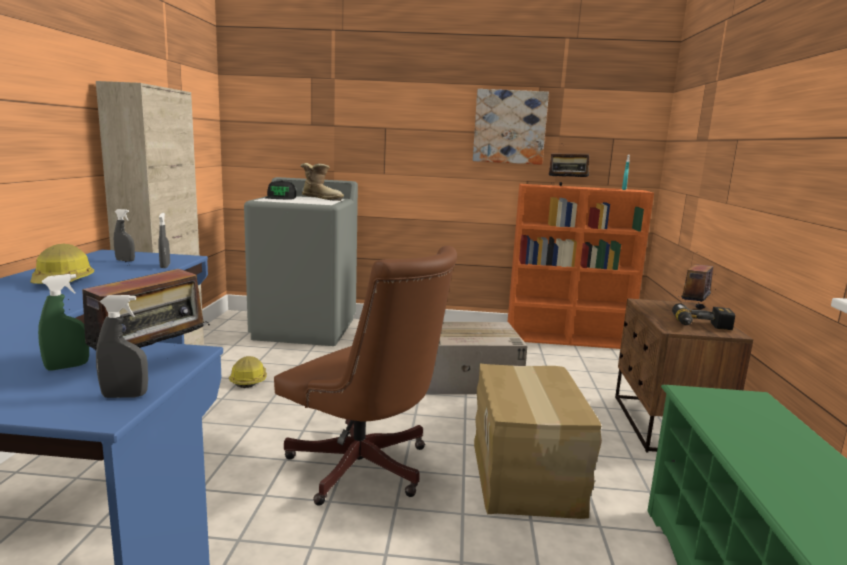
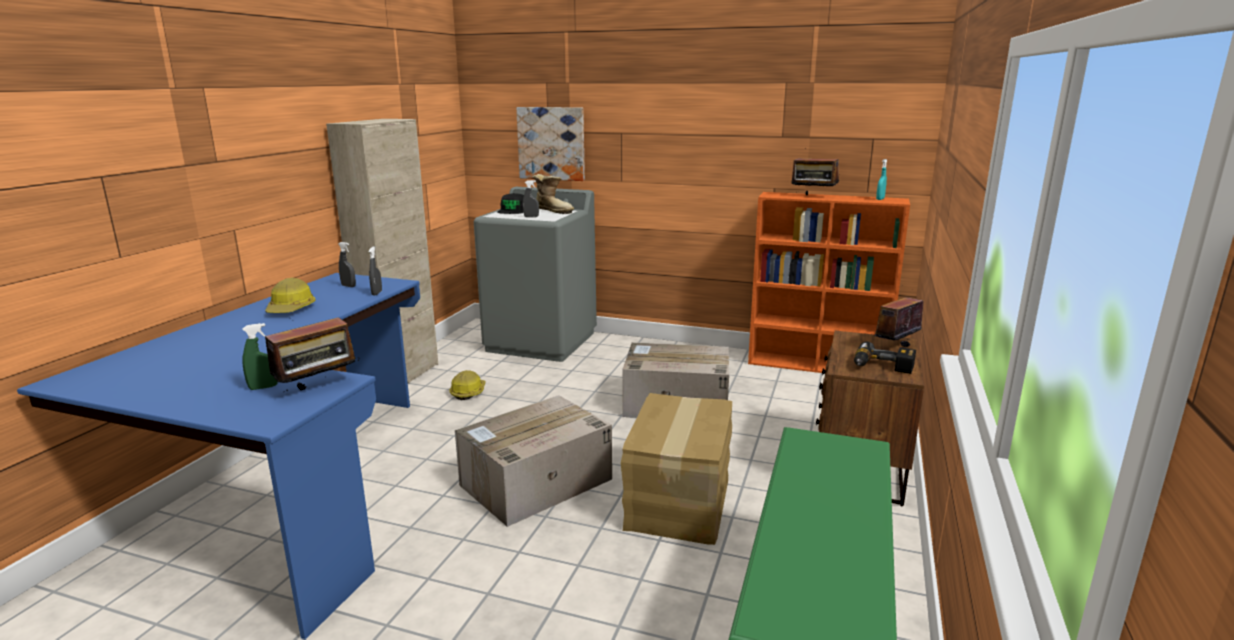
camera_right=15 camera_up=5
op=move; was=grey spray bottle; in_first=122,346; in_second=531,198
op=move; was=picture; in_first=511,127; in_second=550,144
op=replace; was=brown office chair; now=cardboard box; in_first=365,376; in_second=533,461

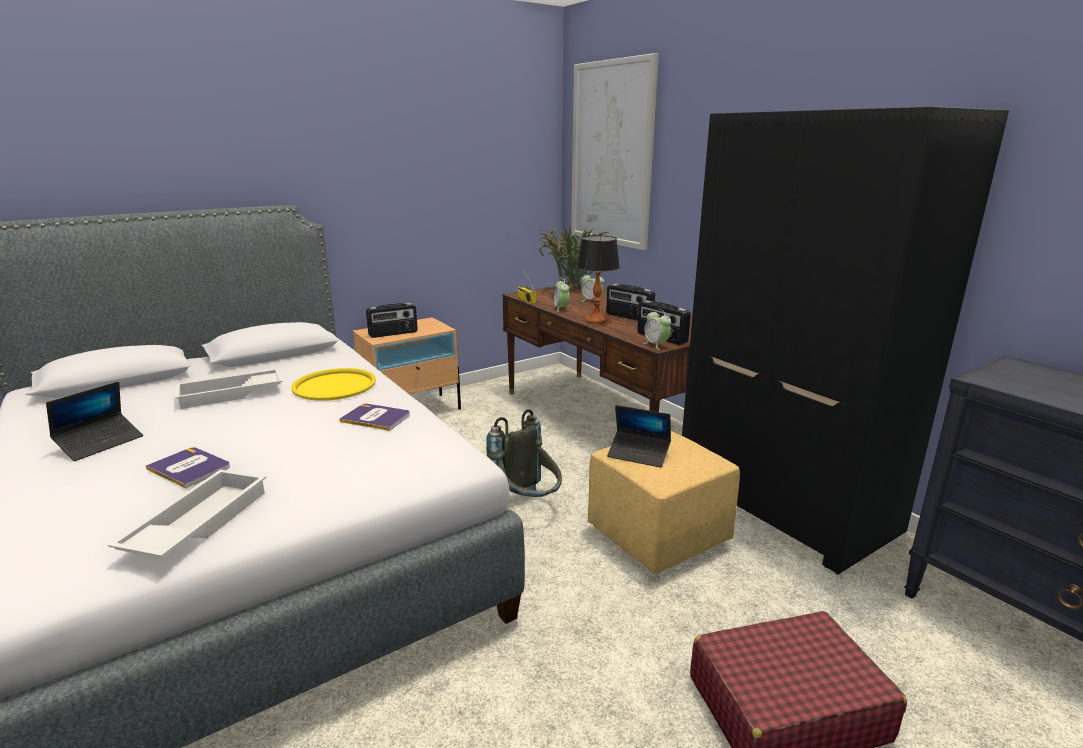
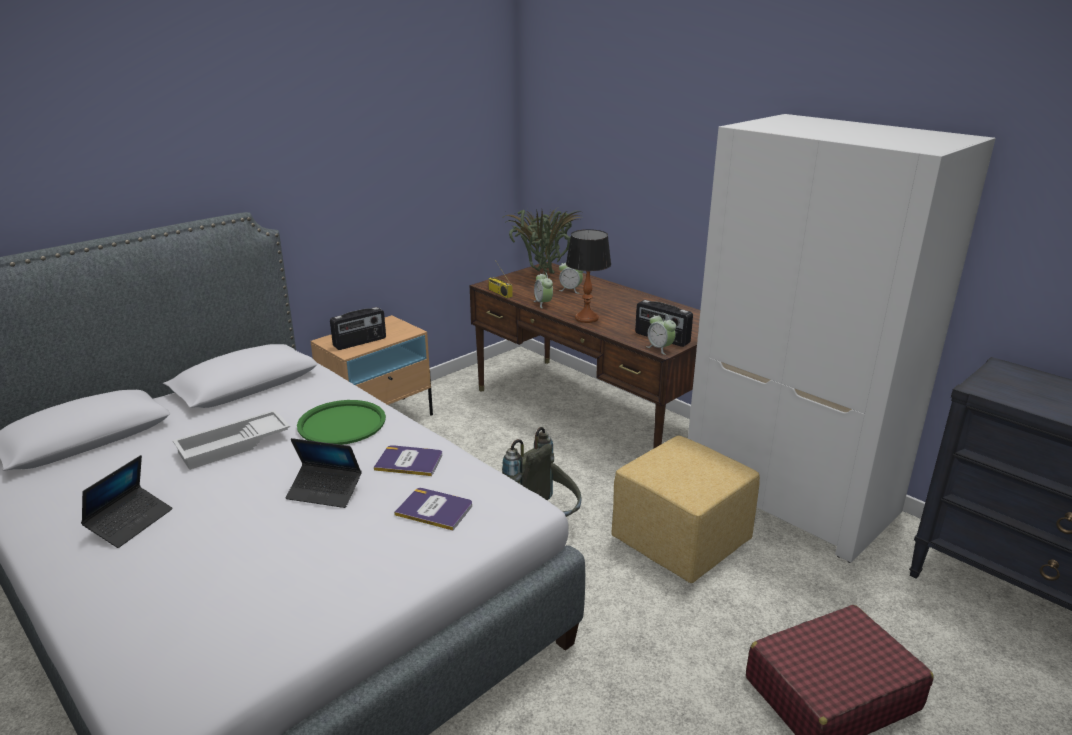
camera_right=-10 camera_up=5
op=delete; was=white tray; in_first=187,514
op=delete; was=picture; in_first=615,151
op=delete; was=radio; in_first=630,302
op=move; was=book; in_first=188,467; in_second=433,509
op=move; was=laptop; in_first=639,436; in_second=324,473
op=recolor; was=yellow tray; now=green tray; in_first=333,384; in_second=341,422
op=recolor; was=black wardrobe; now=white wardrobe; in_first=845,341; in_second=842,338

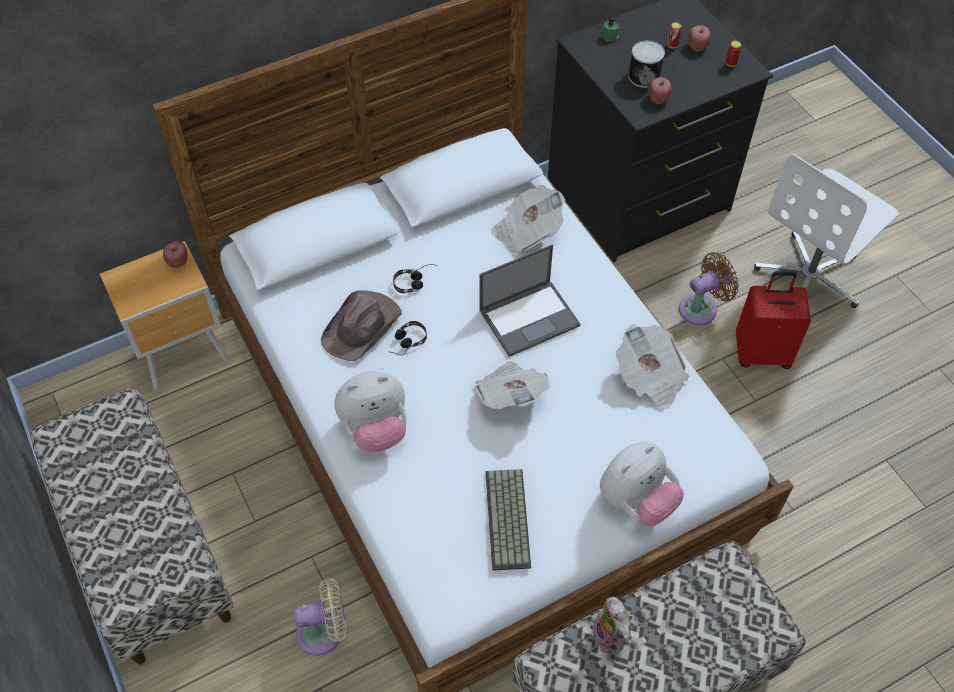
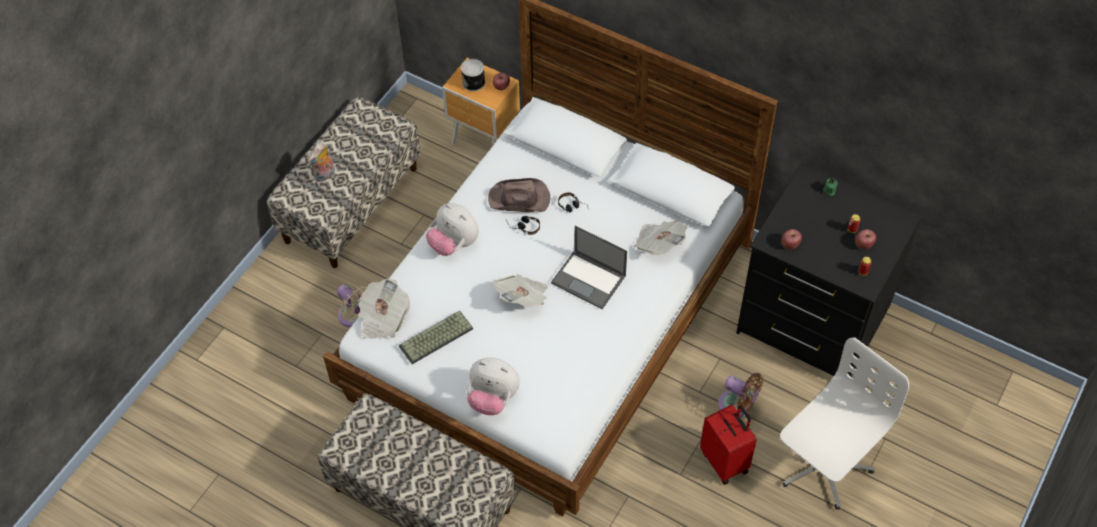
camera_right=60 camera_up=0
op=move; was=plush toy; in_first=613,626; in_second=321,162
op=move; was=newspaper; in_first=652,367; in_second=384,308
op=move; was=can; in_first=646,64; in_second=473,75
op=rotate; was=white office chair; in_first=826,231; in_second=844,424; clockwise=120

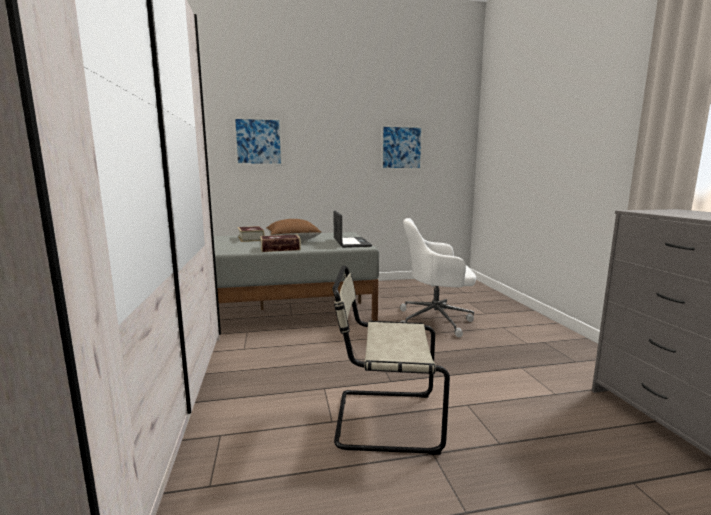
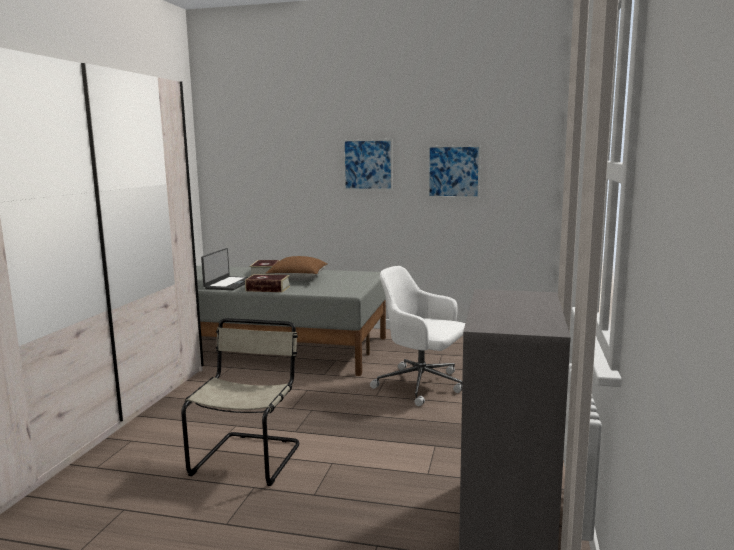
camera_right=25 camera_up=0
op=move; was=picture; in_first=258,141; in_second=368,164
op=move; was=laptop; in_first=352,229; in_second=224,269
op=rotate; was=beige chair; in_first=391,360; in_second=240,402; clockwise=75

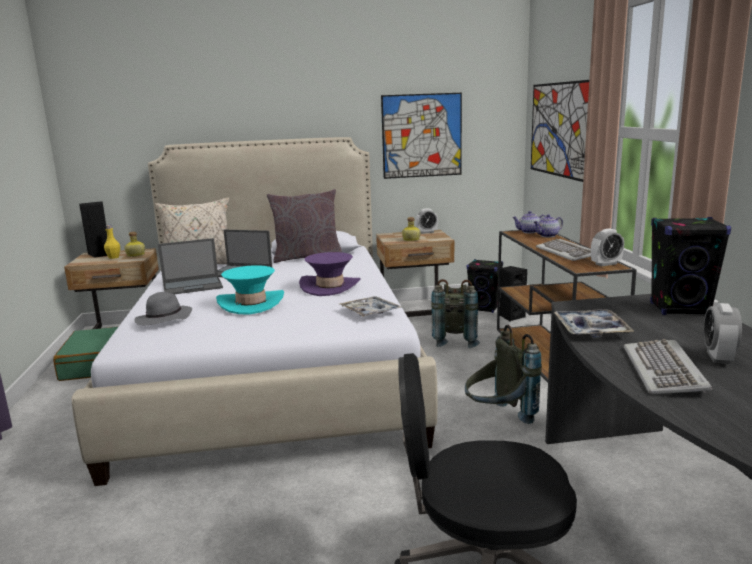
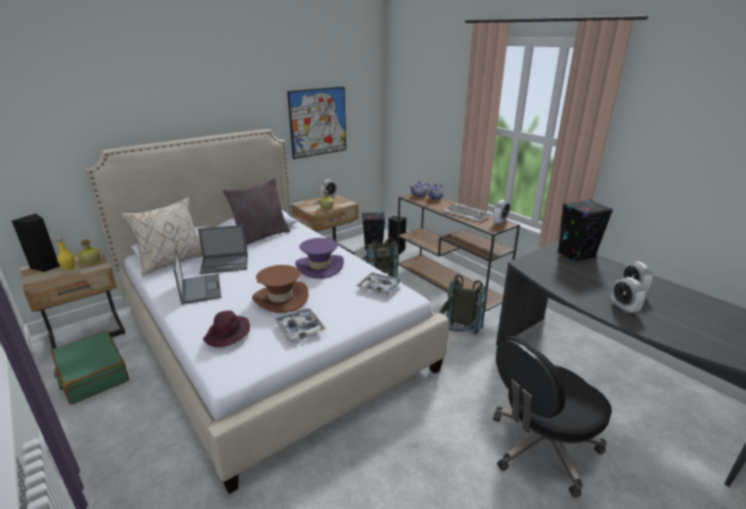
camera_right=-30 camera_up=10
op=delete; was=picture; in_first=560,131
op=move; was=tray; in_first=594,323; in_second=300,325
op=replace; was=keyboard; now=alarm clock; in_first=667,366; in_second=628,295
op=recolor; was=grey hat; now=purple hat; in_first=163,308; in_second=226,328
op=recolor; was=turquoise hat; now=brown hat; in_first=250,290; in_second=280,289
op=rotate; was=laptop; in_first=190,266; in_second=197,276; clockwise=-60

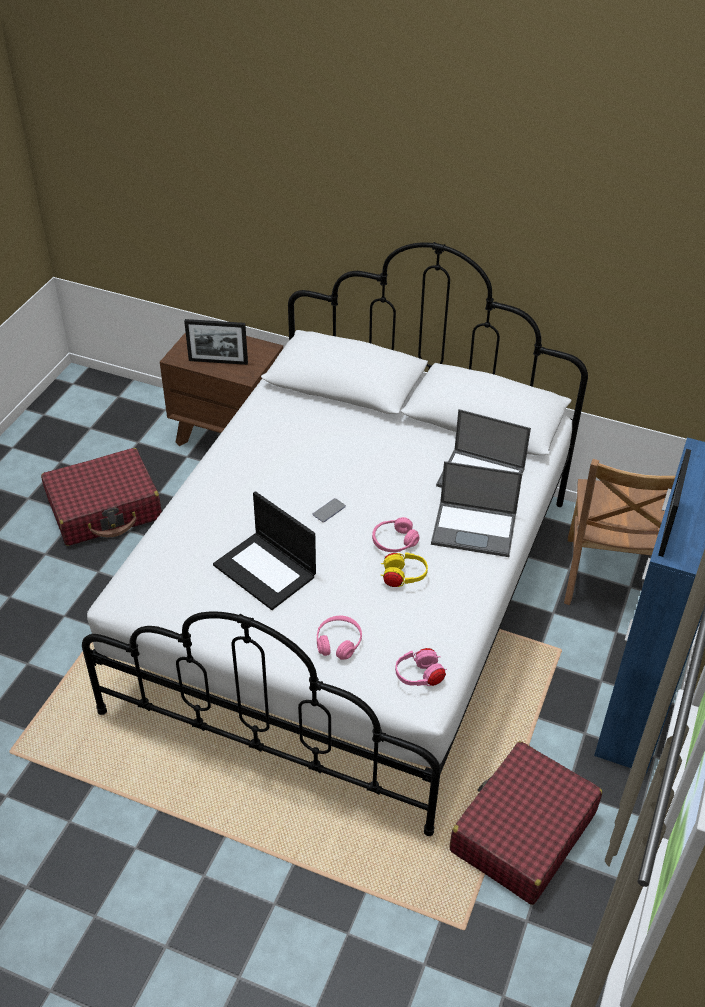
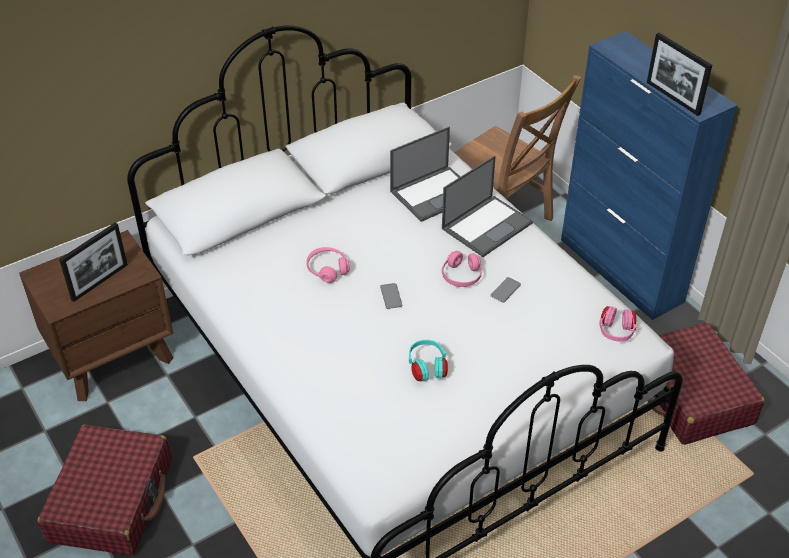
camera_right=-55 camera_up=0
op=move; was=pink headphones; in_first=339,638; in_second=328,265
op=replace; was=laptop; now=turquoise headphones; in_first=264,550; in_second=428,361
op=replace; was=yellow headphones; now=phone; in_first=404,569; in_second=506,290

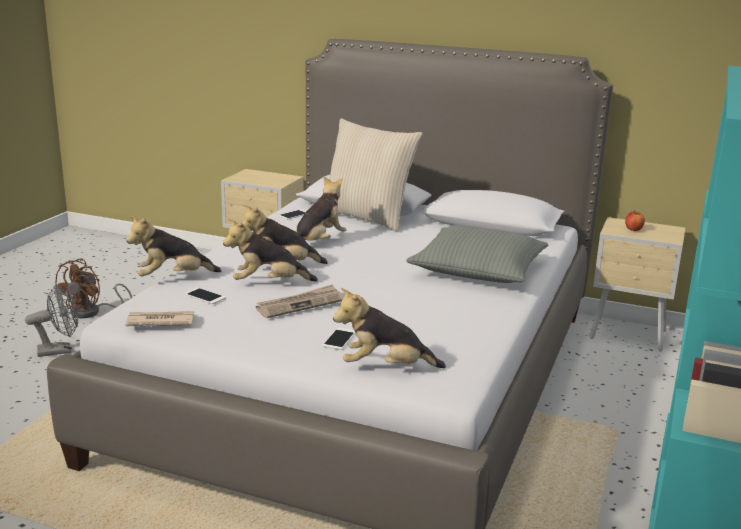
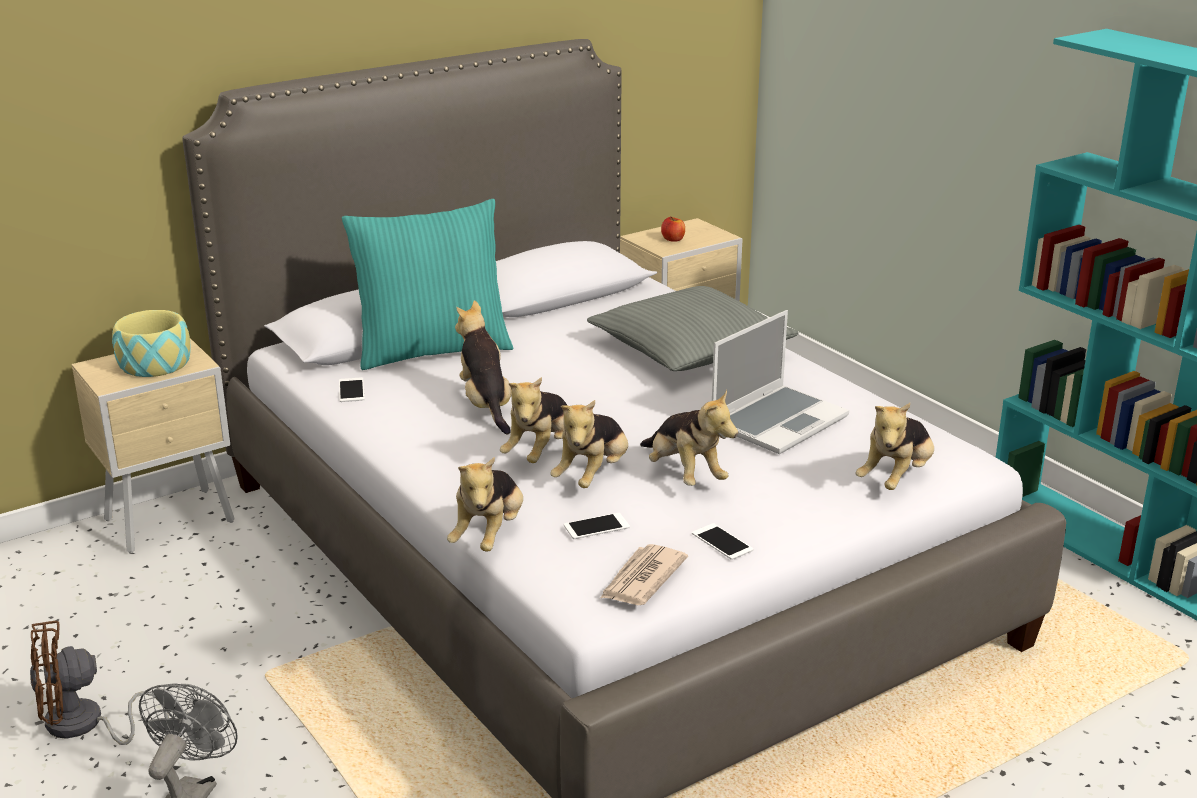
camera_right=-55 camera_up=5
op=insert; now=bowl; in_second=151,343
op=insert; now=laptop; in_second=780,382
op=move; was=phone; in_first=339,339; in_second=723,541
op=replace; was=newspaper; now=plush toy; in_first=299,301; in_second=689,438
op=recolor; was=beige pillow; now=turquoise pillow; in_first=376,175; in_second=427,284
op=rotate; was=brown fan; in_first=93,288; in_second=99,682; clockwise=105

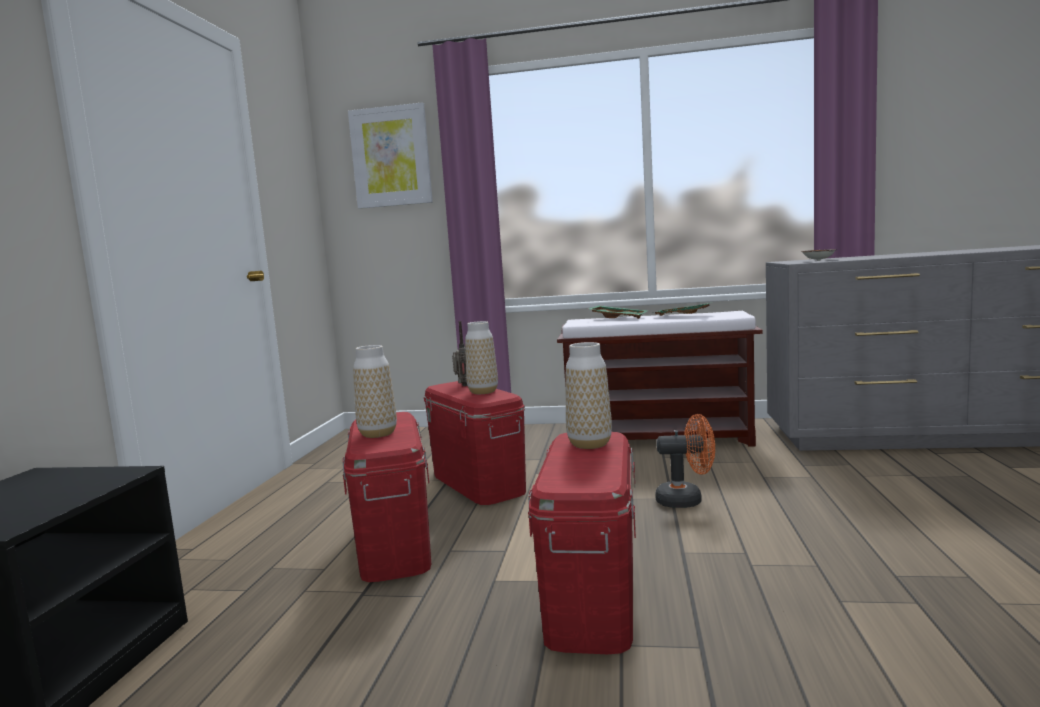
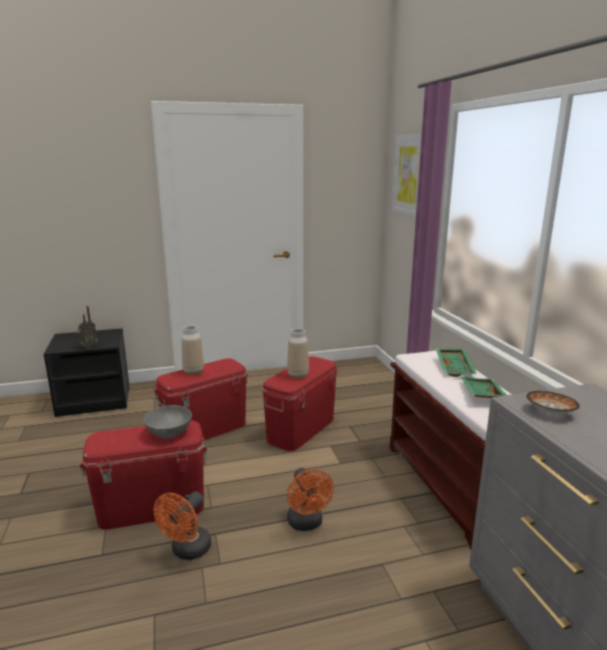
camera_right=65 camera_up=10
op=insert; now=orange fan; in_second=182,525
op=move; was=radio; in_first=459,353; in_second=87,327
op=replace; was=vase; now=grey bowl; in_first=589,395; in_second=168,421

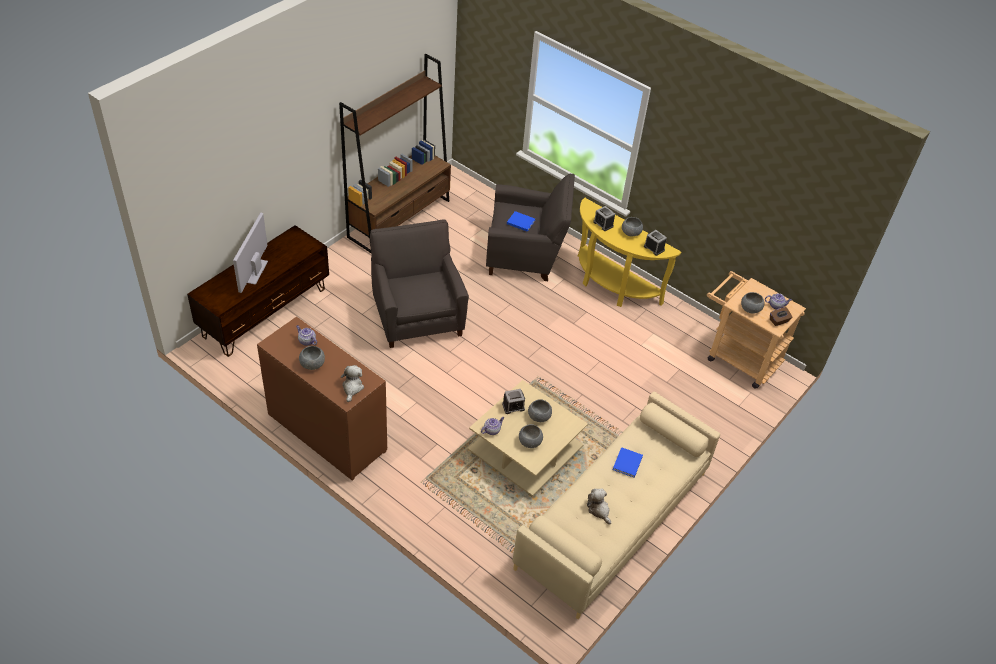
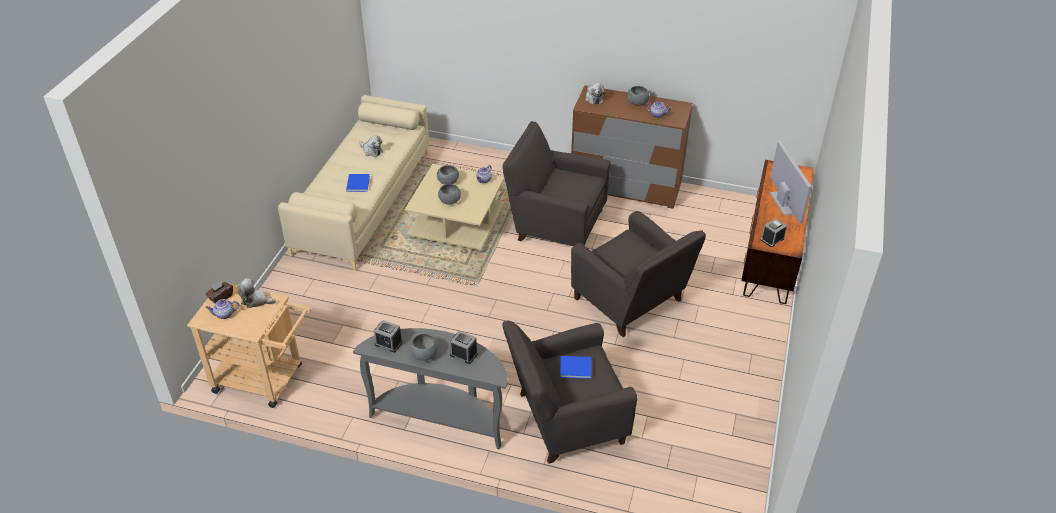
camera_right=160 camera_up=-5
op=delete; was=brown bookcase; in_first=395,153
op=insert; now=grey armchair; in_second=557,183
op=move; was=alarm clock; in_first=513,401; in_second=774,232
op=replace; was=grey bowl; now=plush toy; in_first=753,303; in_second=256,293
op=recolor; was=yellow console table; now=grey console table; in_first=629,252; in_second=430,389

